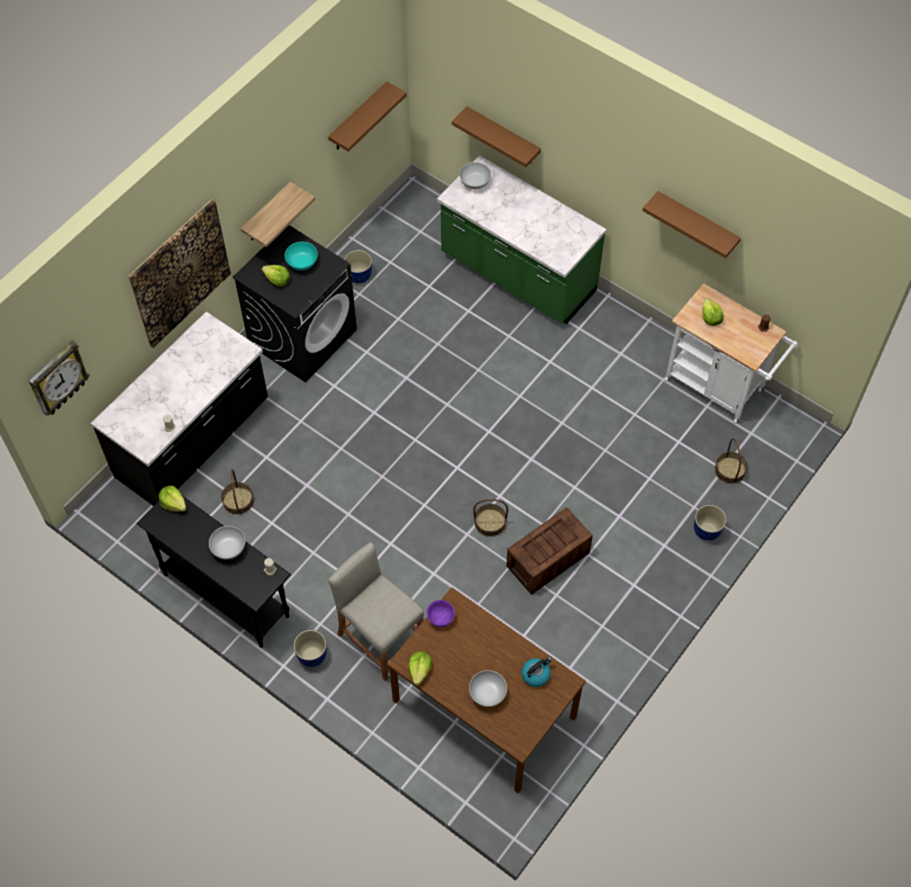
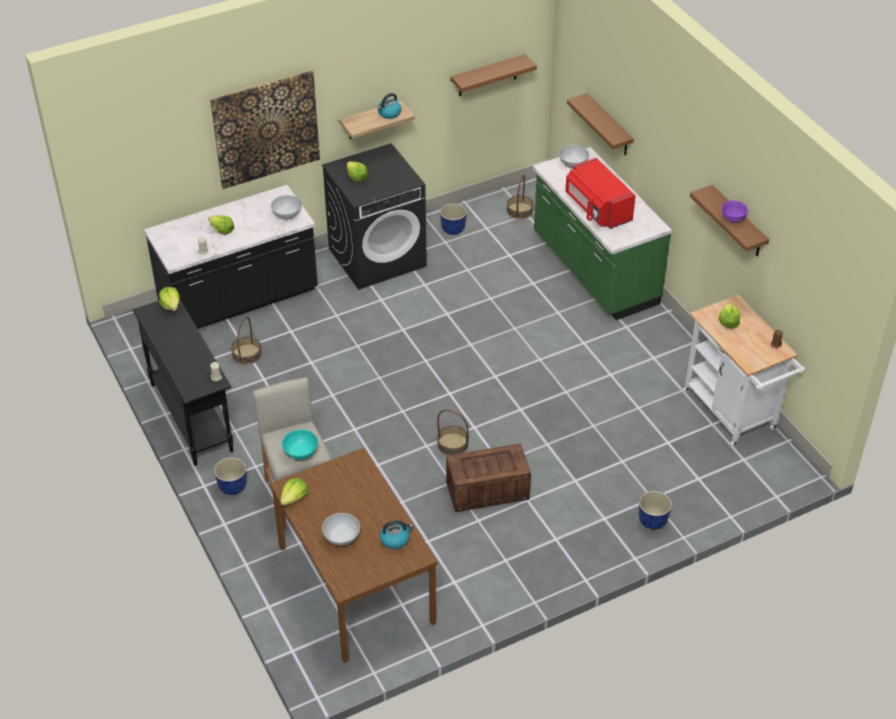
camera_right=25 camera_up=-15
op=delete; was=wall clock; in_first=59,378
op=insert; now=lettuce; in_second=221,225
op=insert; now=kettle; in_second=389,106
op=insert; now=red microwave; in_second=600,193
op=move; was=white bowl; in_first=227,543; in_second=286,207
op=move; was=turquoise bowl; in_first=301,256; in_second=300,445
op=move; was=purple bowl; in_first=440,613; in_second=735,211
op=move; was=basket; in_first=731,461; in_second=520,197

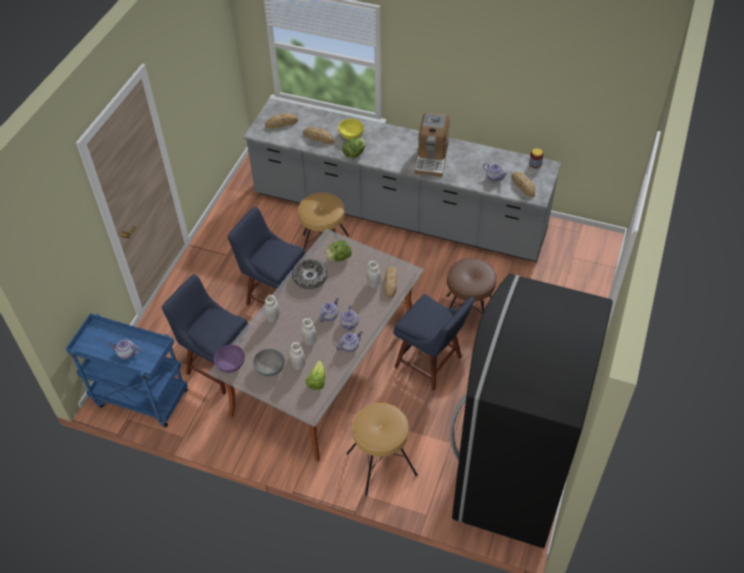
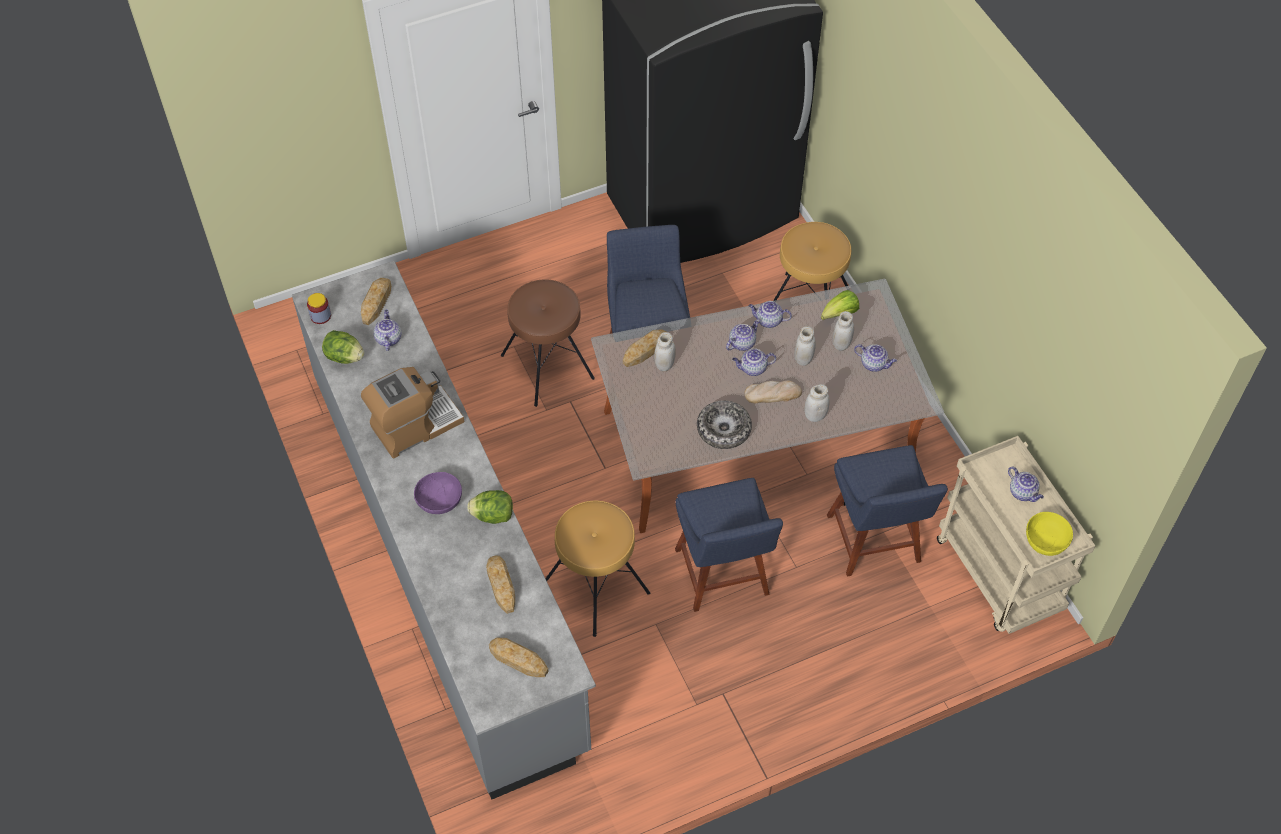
camera_right=-135 camera_up=5
op=insert; now=bread; in_second=773,391
op=move; was=purple bowl; in_first=229,359; in_second=438,493
op=move; was=lettuce; in_first=338,250; in_second=343,347
op=move; was=yellow bowl; in_first=351,129; in_second=1049,534
op=replace; was=grey bowl; now=teapot; in_first=269,362; in_second=875,358
op=recolor; was=blue cart; now=beige cart; in_first=127,370; in_second=1016,535

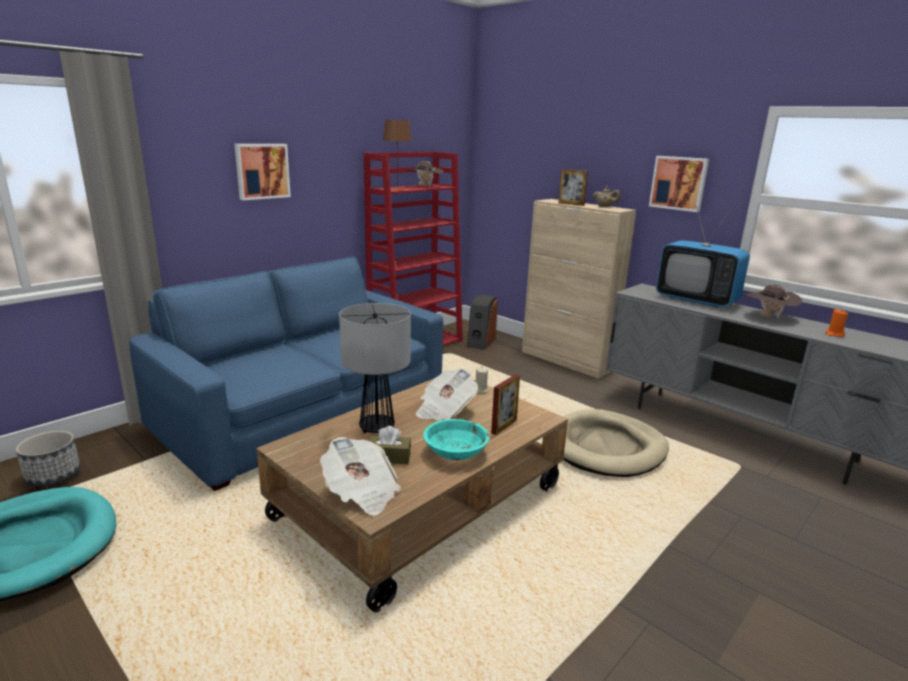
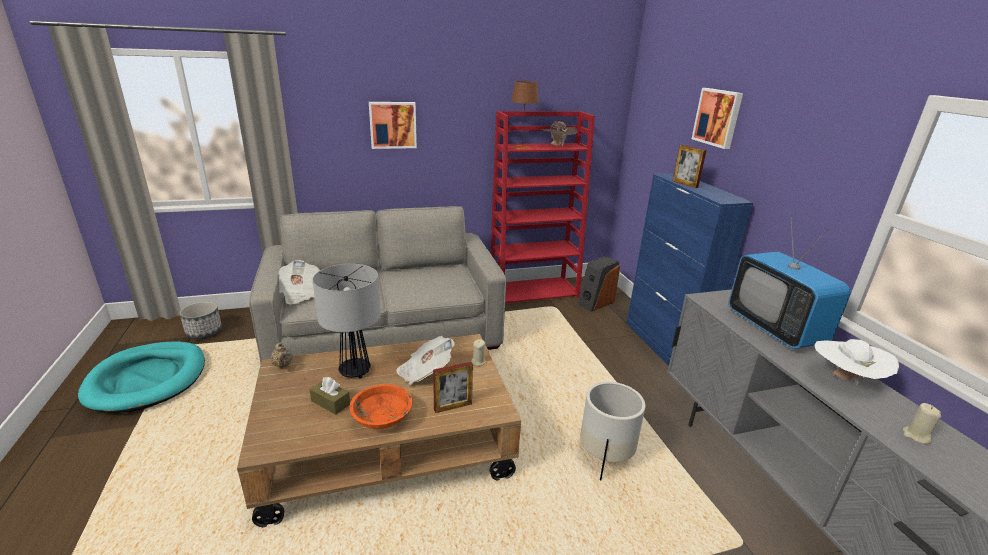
camera_right=30 camera_up=5
op=move; was=newspaper; in_first=360,476; in_second=299,282
op=move; was=beige teapot; in_first=606,196; in_second=282,355
op=move; was=picture; in_first=679,184; in_second=717,118
op=replace; was=beige dog bed; now=white planter; in_first=616,443; in_second=612,431
op=recolor; was=blue sofa; now=grey sofa; in_first=286,374; in_second=377,285
op=recolor; was=turquoise bowl; now=orange bowl; in_first=456,439; in_second=380,406
op=recolor; was=beige cabinet; now=blue cabinet; in_first=579,289; in_second=690,269
op=recolor; was=brown hat; now=white hat; in_first=774,301; in_second=857,362
op=recolor; was=orange candle; now=beige candle; in_first=836,323; in_second=921,423

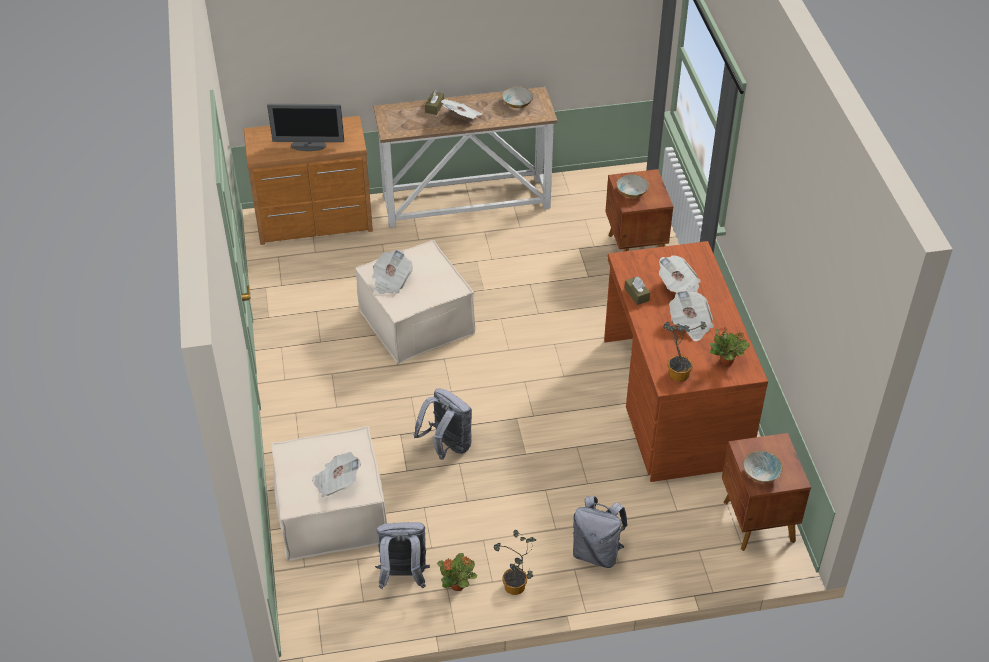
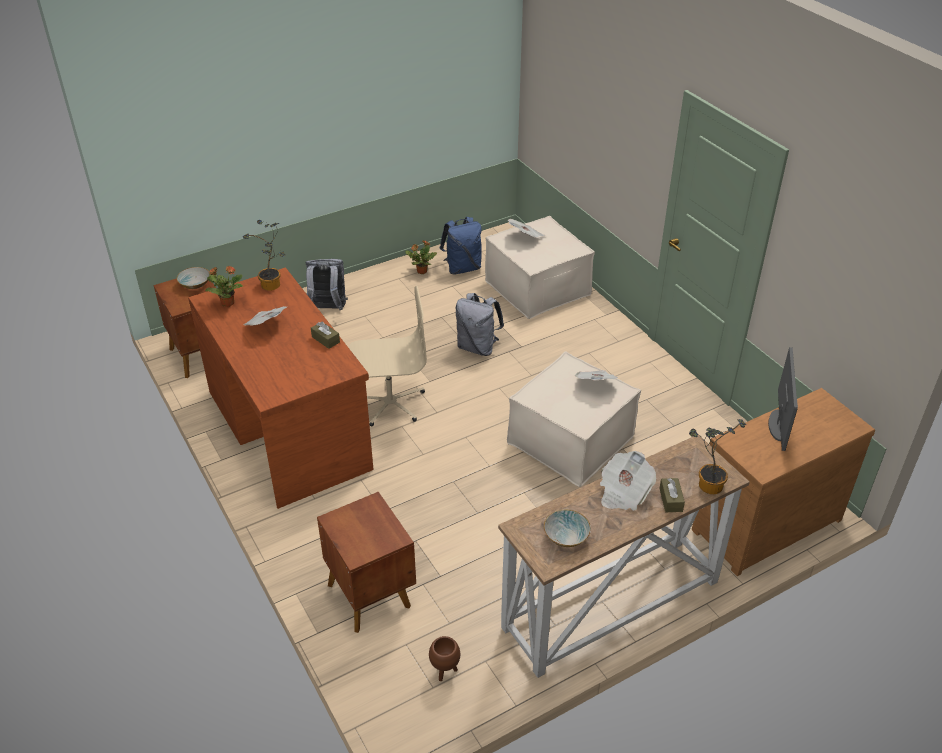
camera_right=160 camera_up=-5
op=delete; was=bowl; in_first=632,186
op=delete; was=newspaper; in_first=680,274
op=insert; now=beige office chair; in_second=388,356
op=insert; now=brown planter; in_second=444,658
op=move; was=potted plant; in_first=515,562; in_second=717,456
op=recolor; was=grey backpack; now=blue backpack; in_first=402,555; in_second=460,246
op=rotate; was=monitor; in_first=305,127; in_second=783,399; clockwise=120

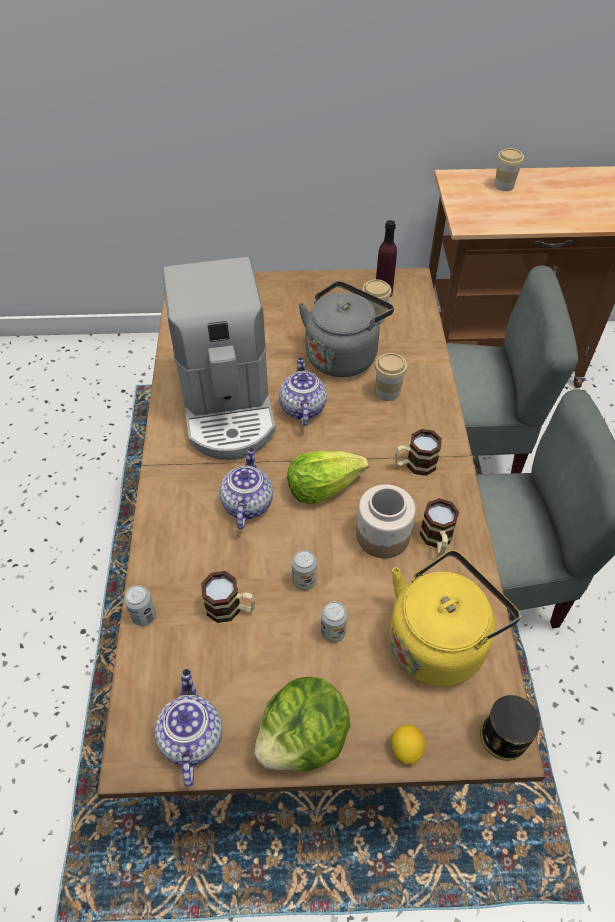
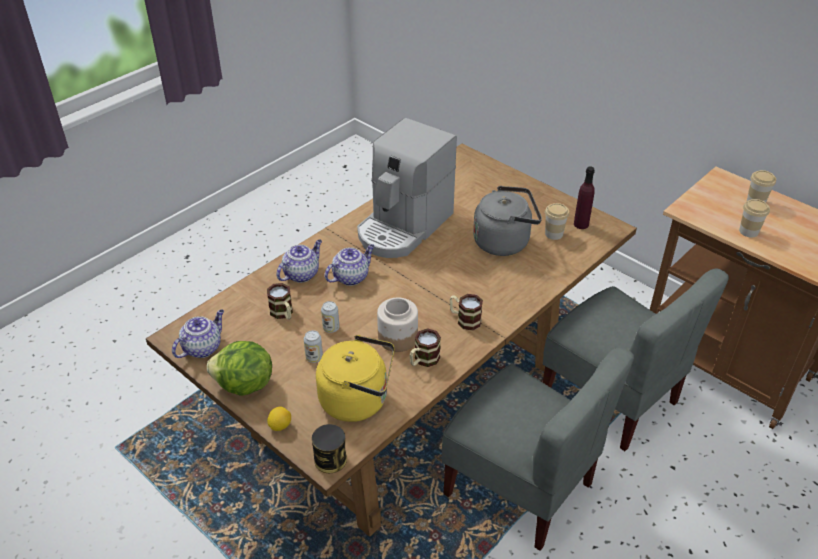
camera_right=45 camera_up=-10
op=delete; was=can; in_first=140,605
op=delete; was=lettuce; in_first=327,477
op=move; was=teapot; in_first=303,391; in_second=299,261
op=move; was=cup; in_first=391,377; in_second=754,218

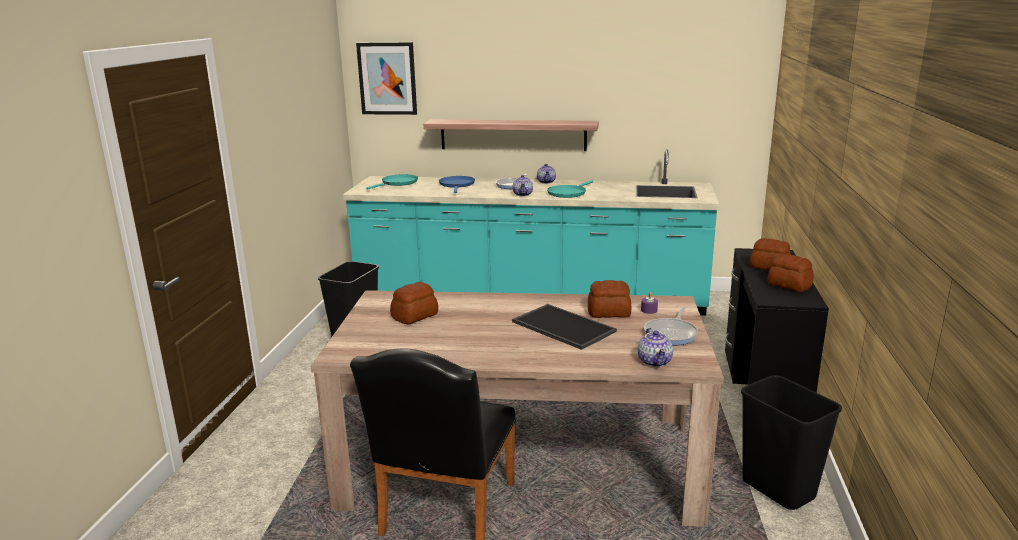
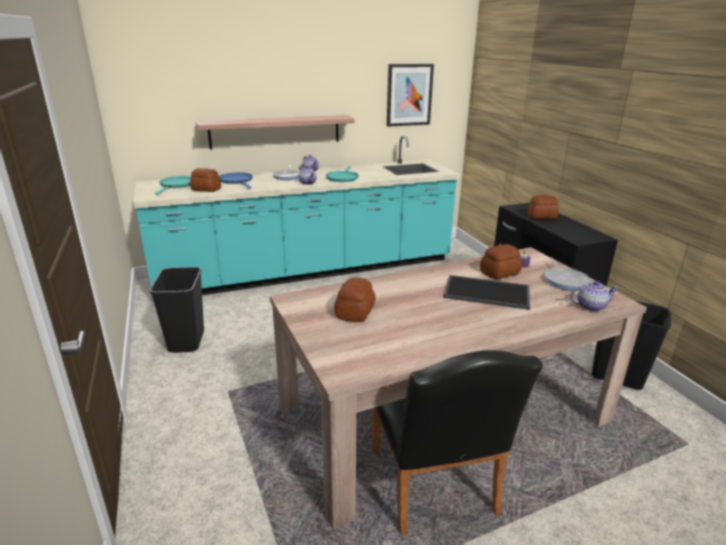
camera_right=-30 camera_up=5
op=move; was=picture; in_first=386,78; in_second=410,95
op=move; was=bread; in_first=790,273; in_second=205,180
op=rotate; was=teapot; in_first=655,347; in_second=594,296; clockwise=-60

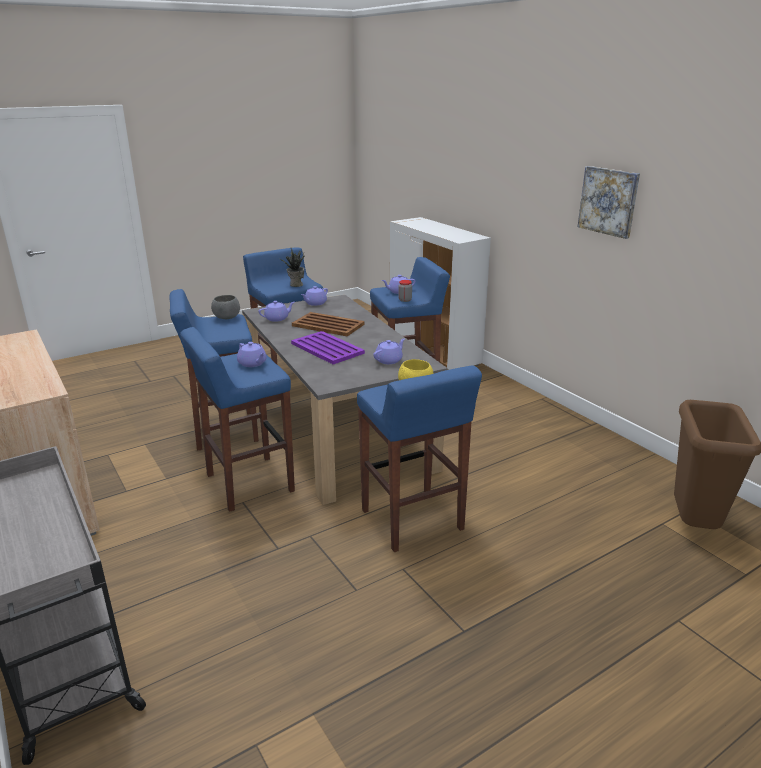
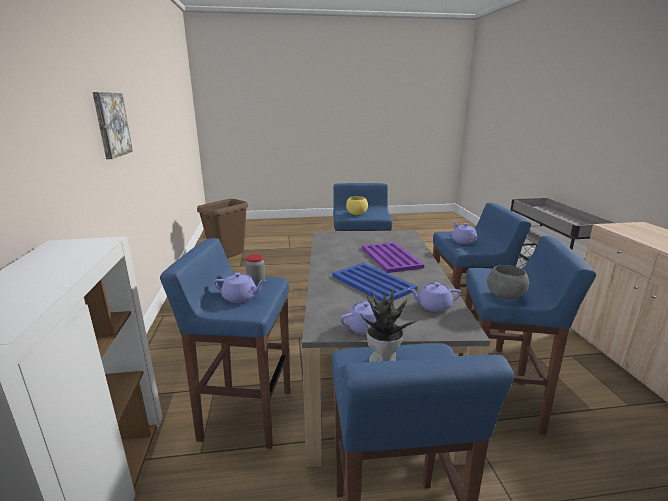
camera_right=-155 camera_up=-5
op=delete; was=purple teapot; in_first=389,351
op=recolor; was=brown tray; now=blue tray; in_first=328,324; in_second=375,282

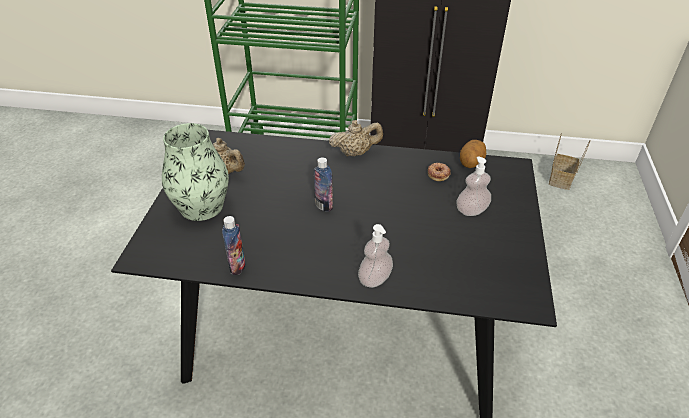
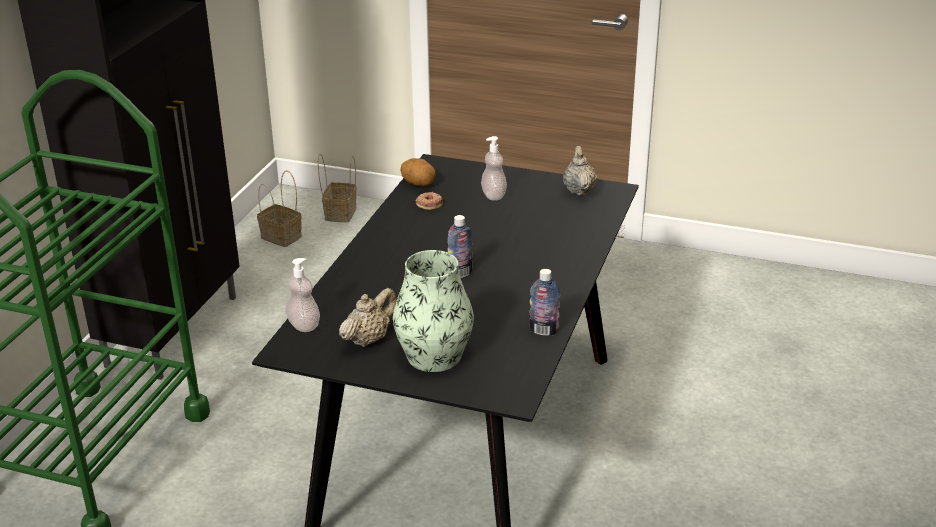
camera_right=-80 camera_up=-10
op=insert; now=basket; in_second=337,188
op=move; was=beige teapot; in_first=356,138; in_second=580,170
op=move; was=soap dispenser; in_first=375,256; in_second=303,295

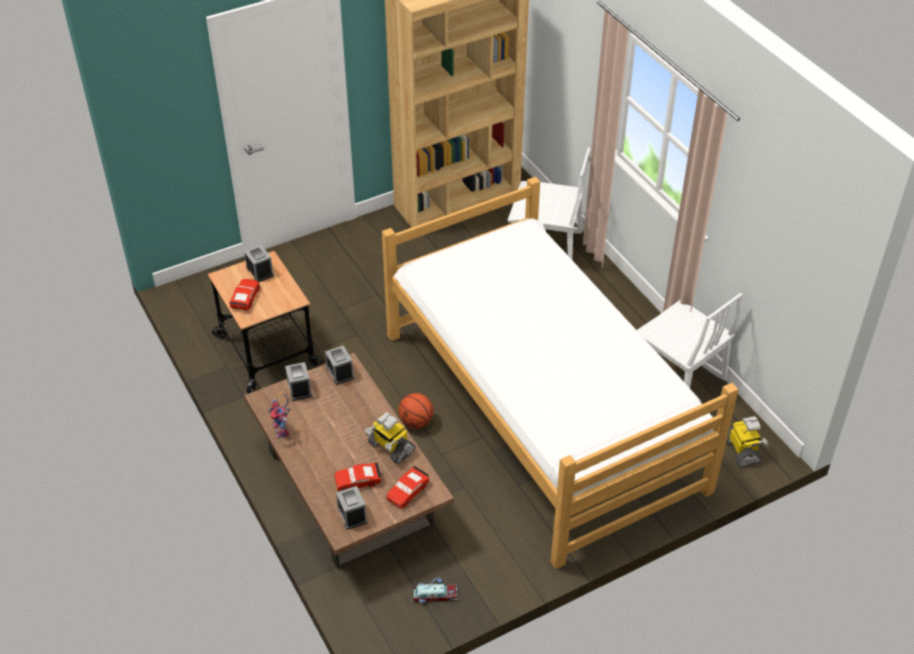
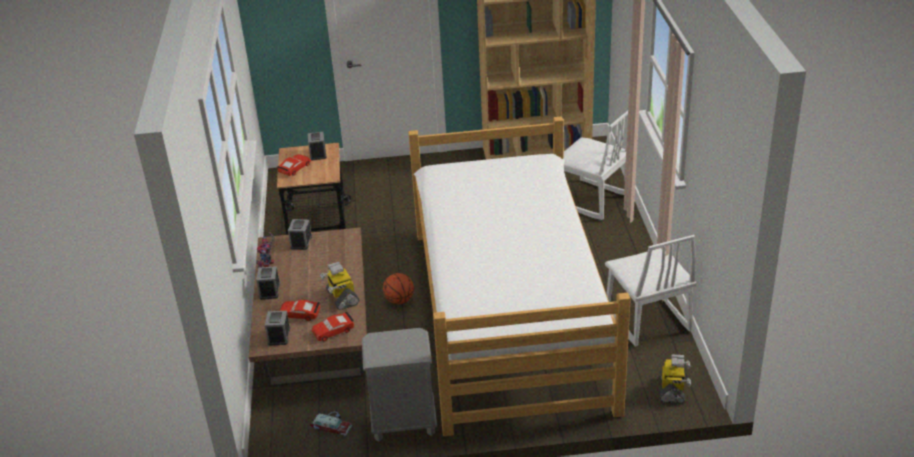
camera_right=25 camera_up=-10
op=insert; now=grey nightstand; in_second=399,385
op=move; was=alarm clock; in_first=339,365; in_second=268,283

